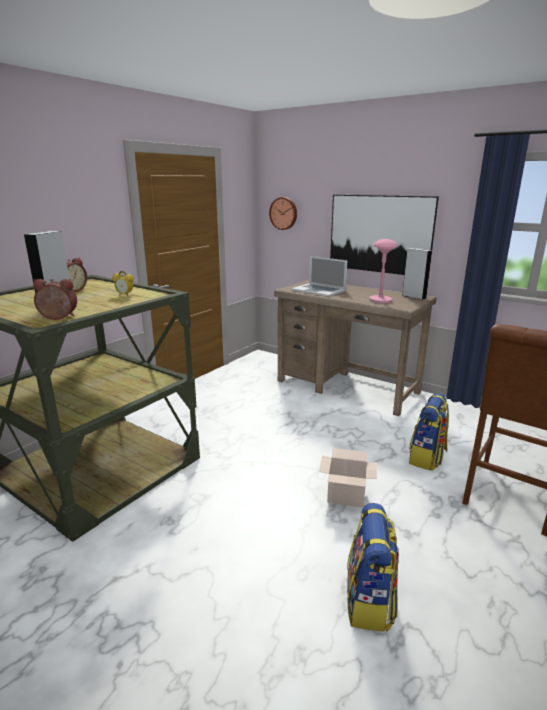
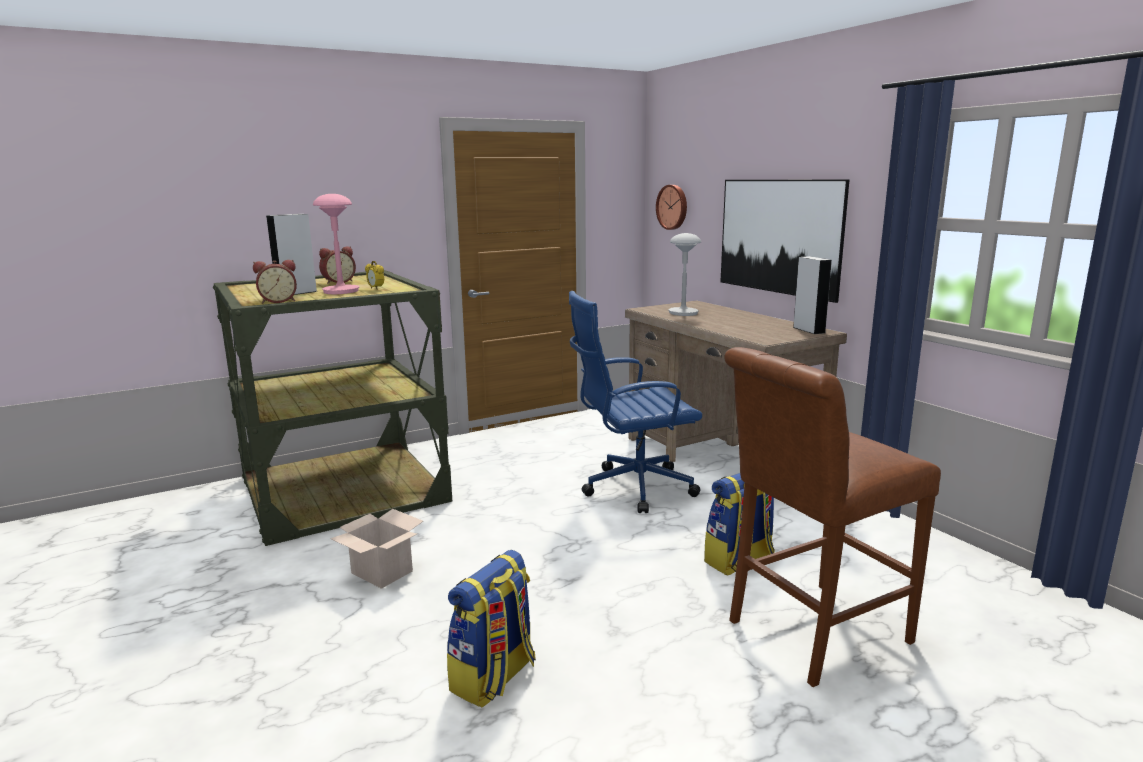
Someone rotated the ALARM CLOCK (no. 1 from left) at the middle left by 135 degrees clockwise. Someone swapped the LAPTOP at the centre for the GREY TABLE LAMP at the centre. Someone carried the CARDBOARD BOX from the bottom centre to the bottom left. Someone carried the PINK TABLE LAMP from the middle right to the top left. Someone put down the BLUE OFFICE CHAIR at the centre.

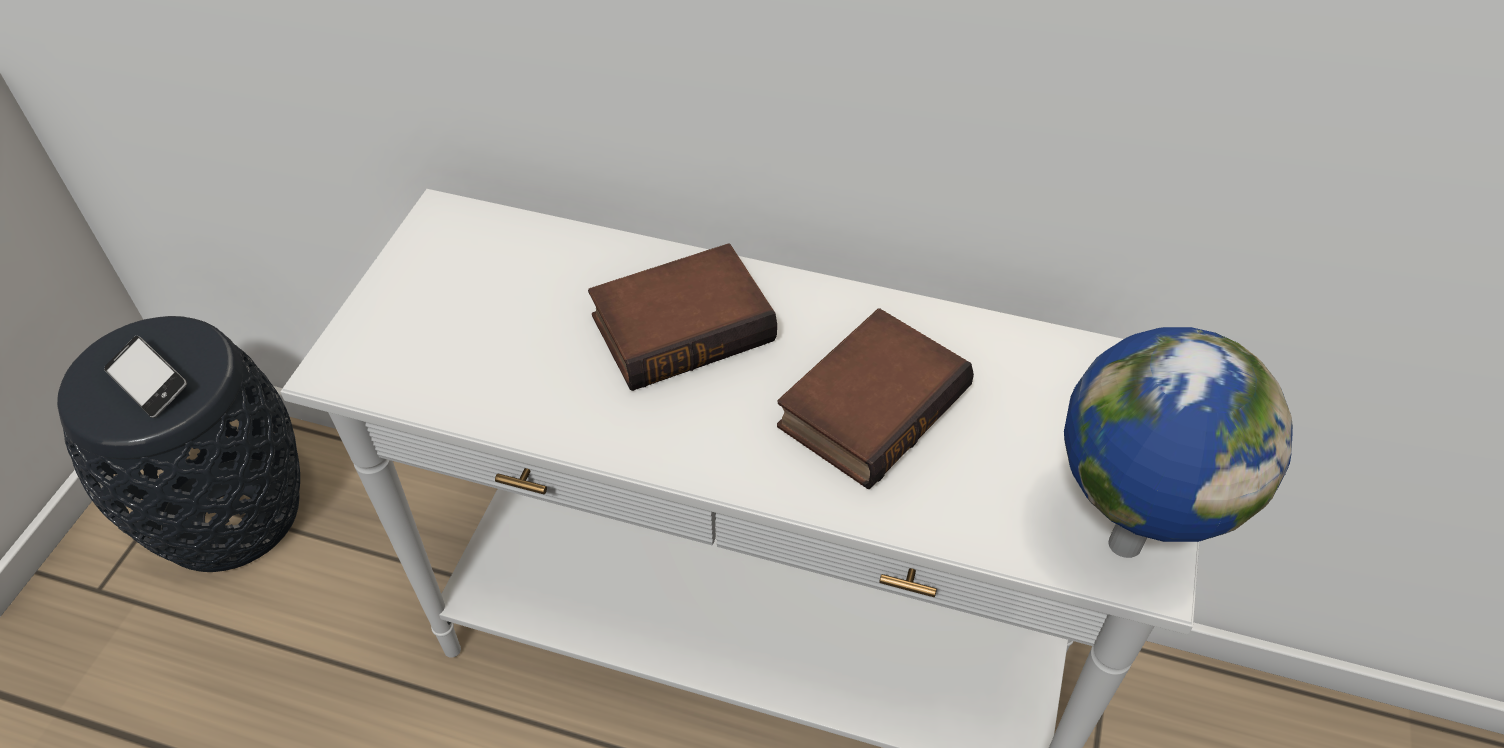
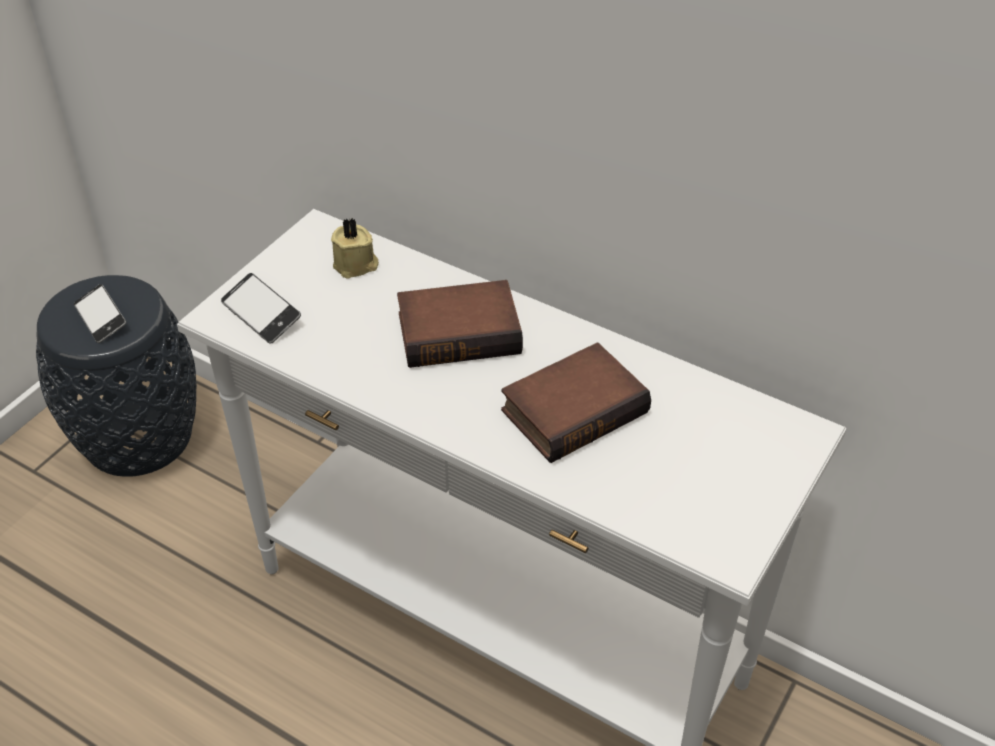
Someone took away the GLOBE at the middle right. Someone put down the PHONE (no. 2 from left) at the middle left. Someone put down the BEIGE CANDLE at the top centre.

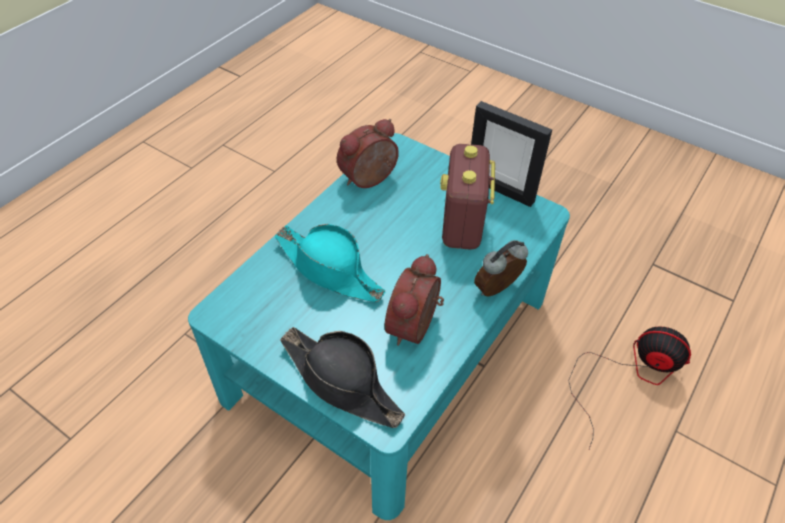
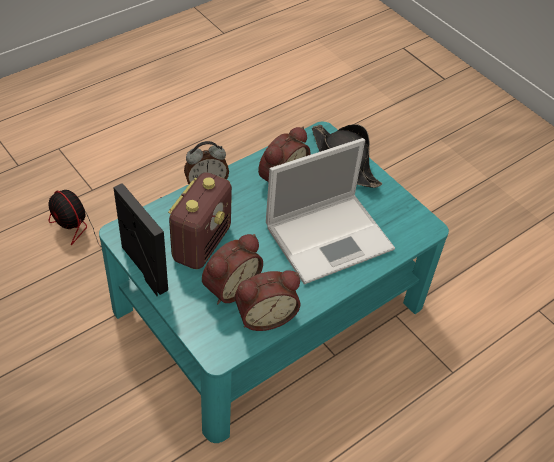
Someone swapped the TURQUOISE HAT at the centre for the LAPTOP at the centre. Someone put down the ALARM CLOCK (no. 2 from left) at the centre.

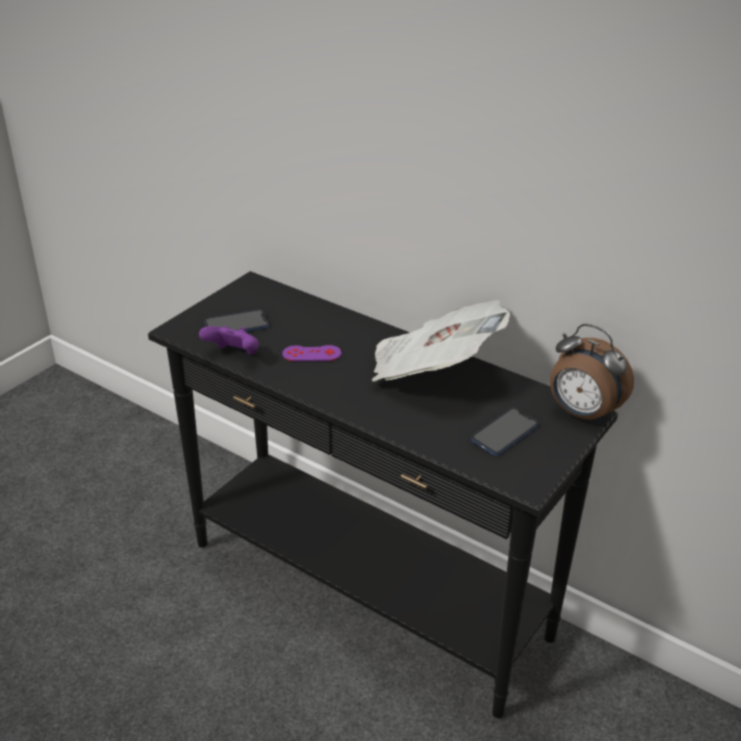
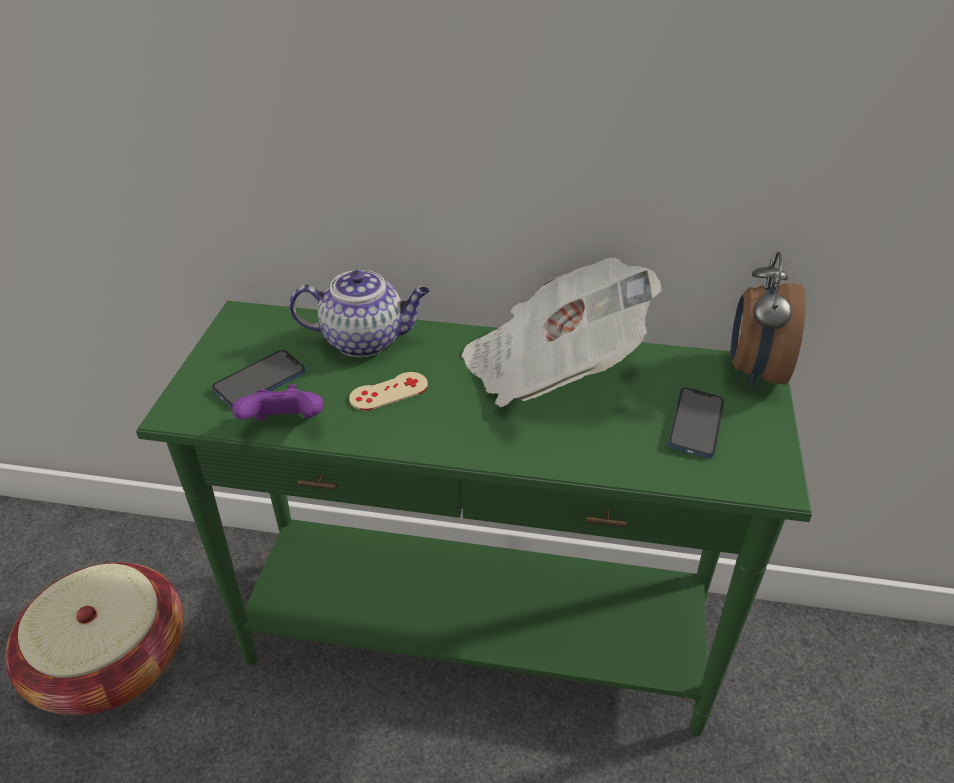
Someone repainted the BLACK CONSOLE TABLE at the bottom centre, which became the GREEN CONSOLE TABLE at the centre. Someone repainted the PURPLE GAME CONTROLLER (no. 2 from left) at the centre, which became the BEIGE GAME CONTROLLER at the centre. Someone rotated the ALARM CLOCK at the middle right by 90 degrees clockwise. Someone put down the BASKET at the bottom left. Someone put down the TEAPOT at the centre.

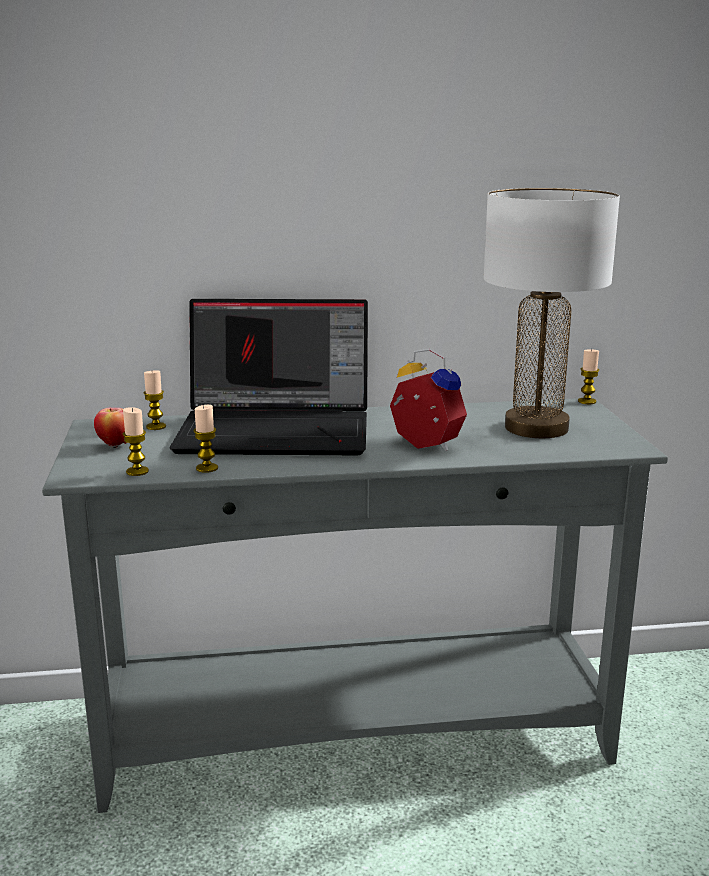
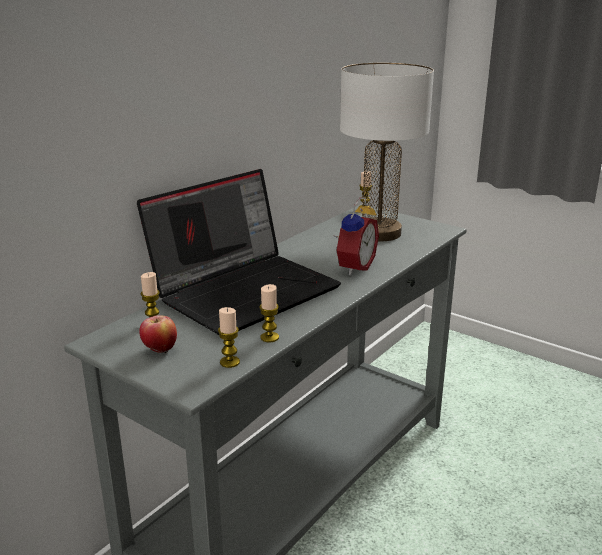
Someone rotated the ALARM CLOCK at the centre by 120 degrees clockwise.

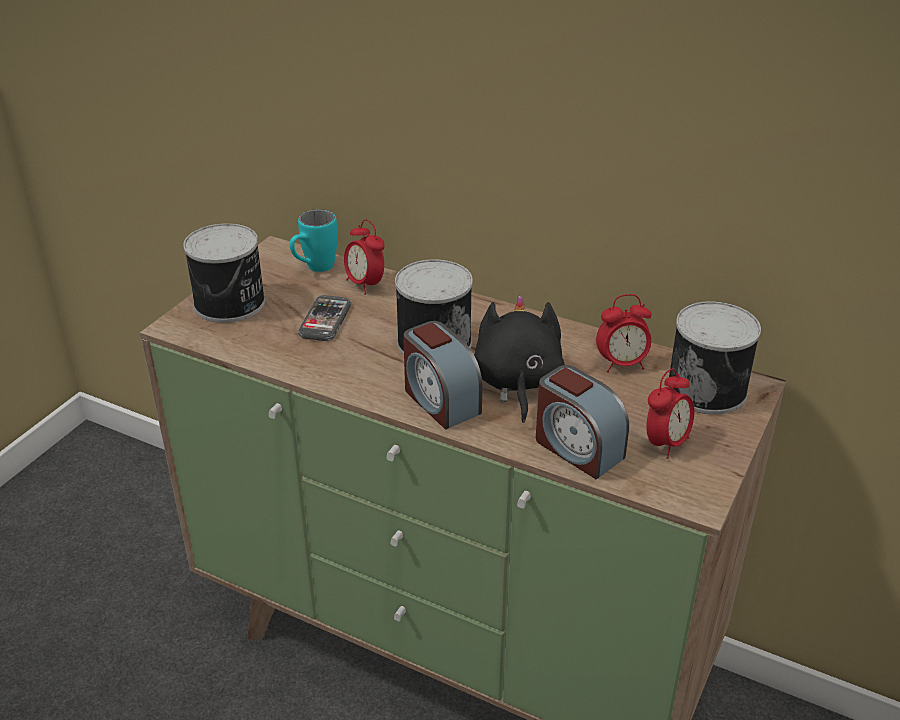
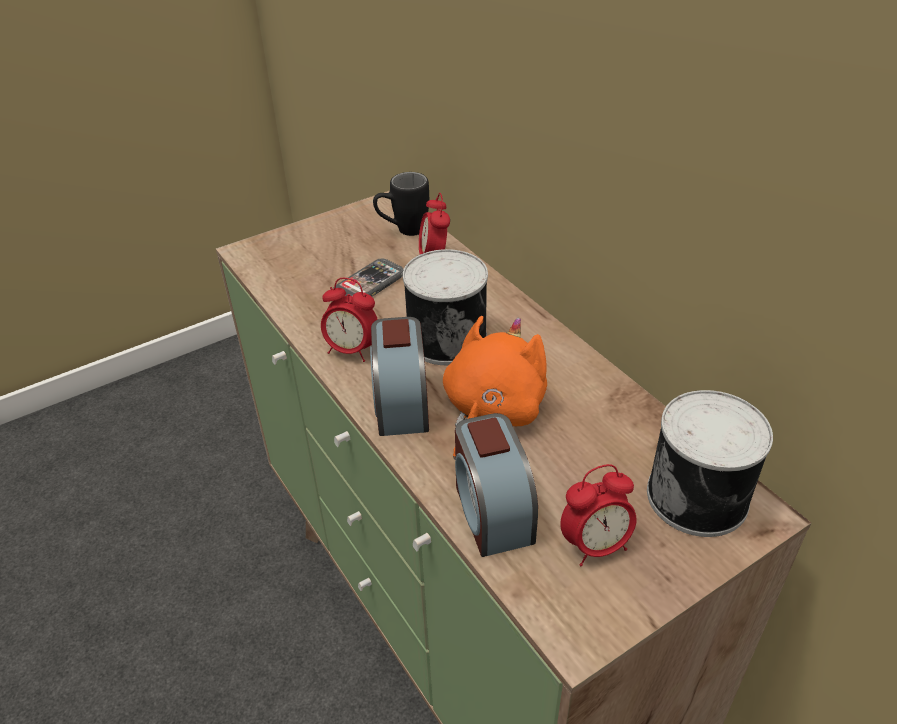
Someone took away the CAN (no. 1 from left) at the middle left. Someone repainted the TURQUOISE MUG at the centre, which became the BLACK MUG at the top centre. Someone repainted the BLACK PLUSH TOY at the centre, which became the ORANGE PLUSH TOY at the centre. Someone carried the ALARM CLOCK (no. 4 from left in the first image) from the middle right to the centre.

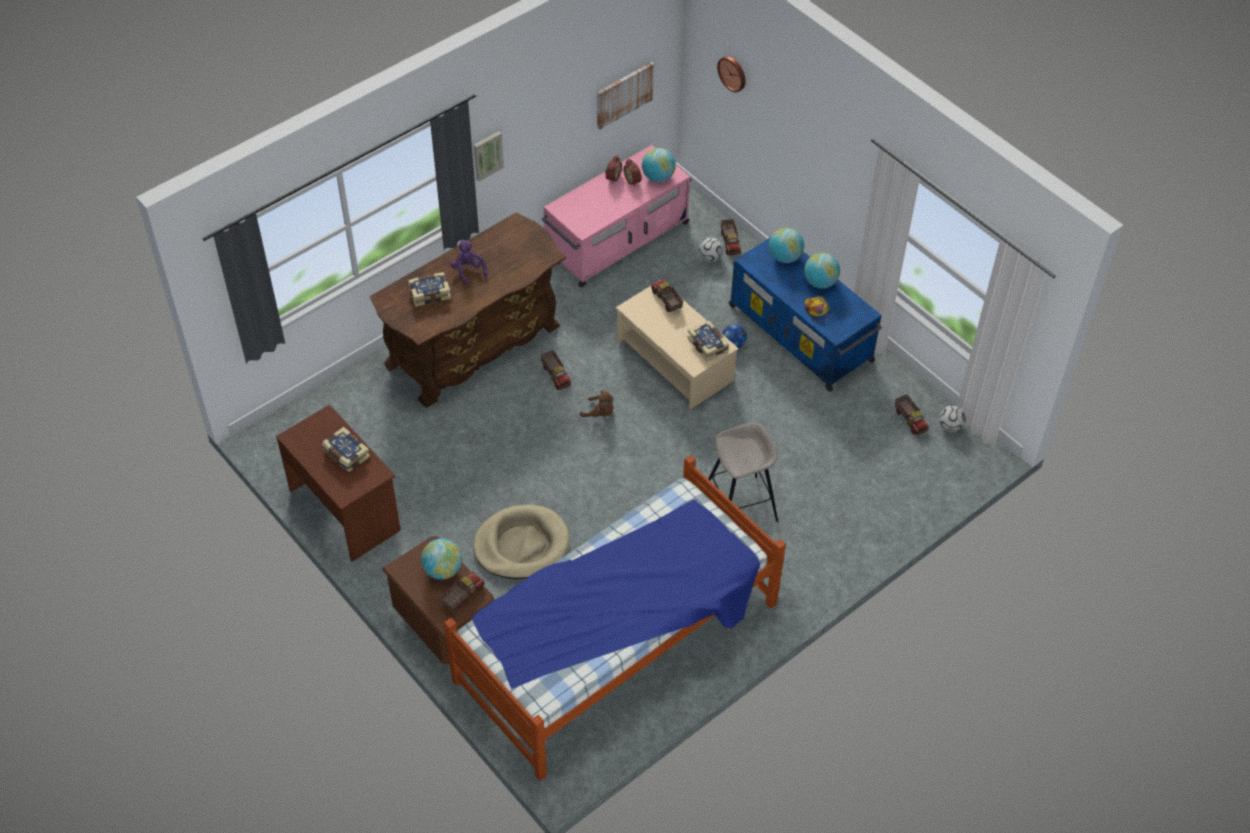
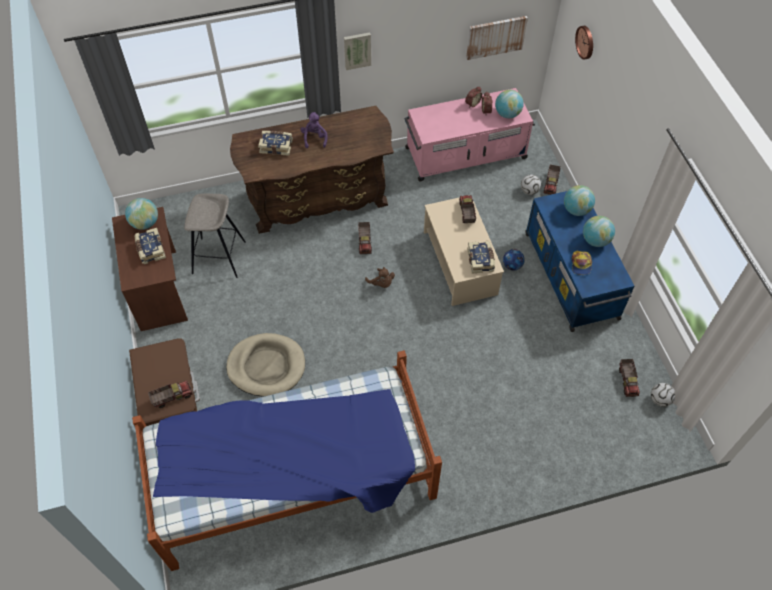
Someone carried the GLOBE (no. 1 from left) from the bottom centre to the middle left. Someone carried the GREY STOOL from the centre to the middle left.

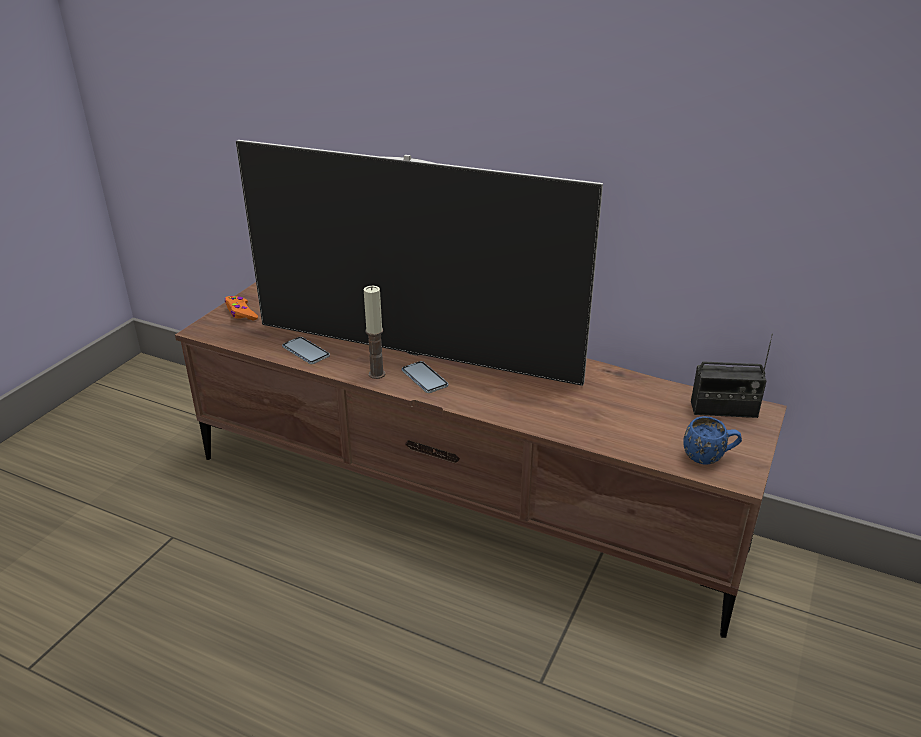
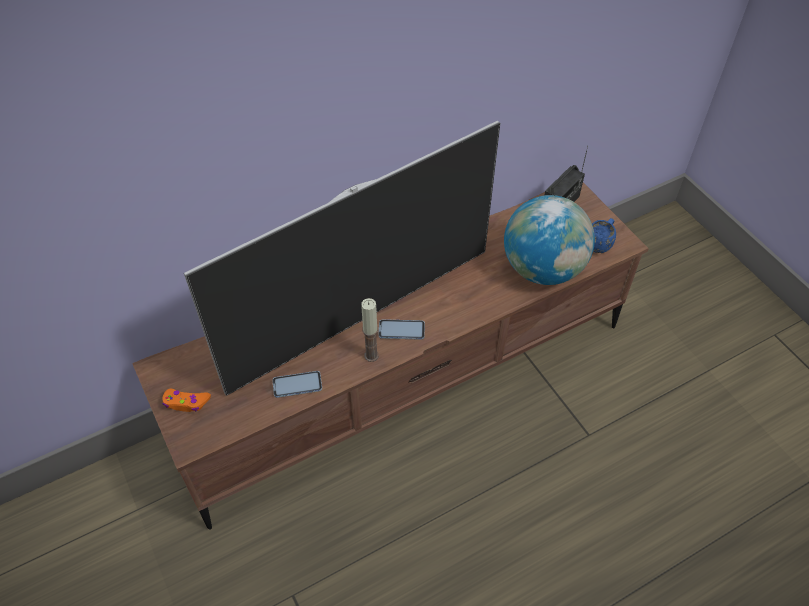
Someone put down the GLOBE at the middle right.

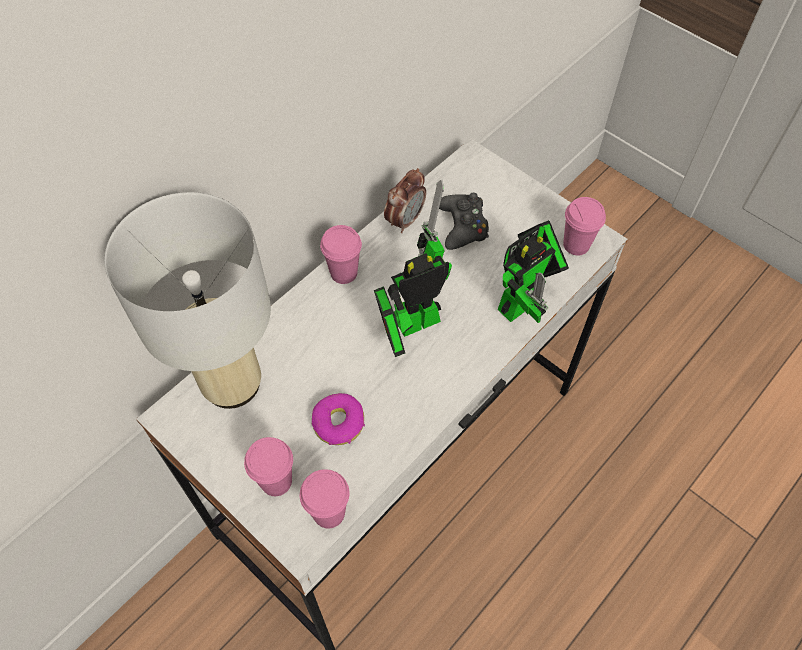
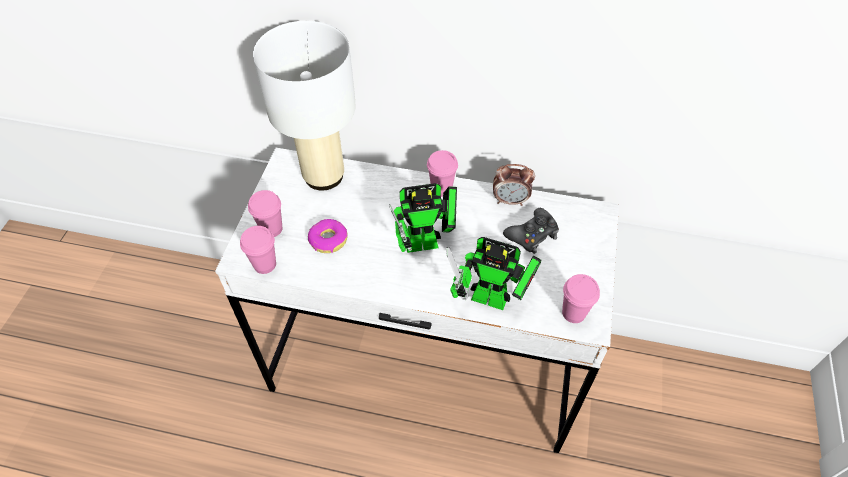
Someone rotated the TOY ROBOT (no. 1 from left) at the centre by 135 degrees clockwise.

